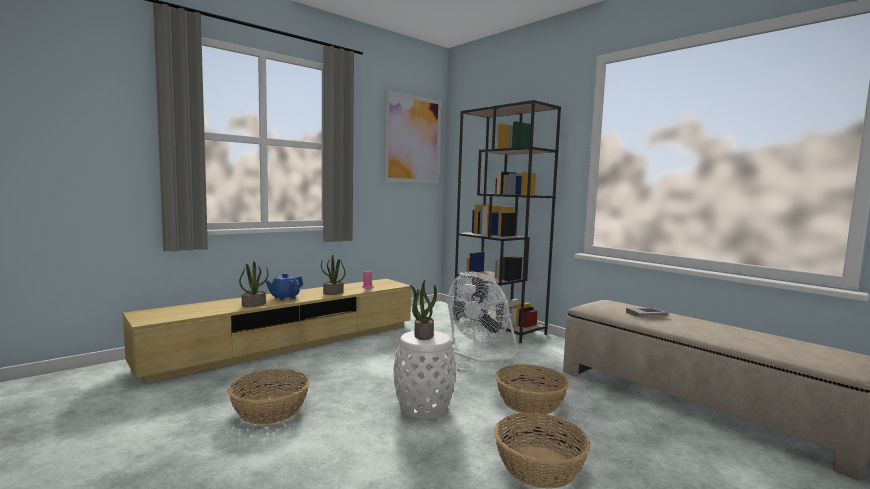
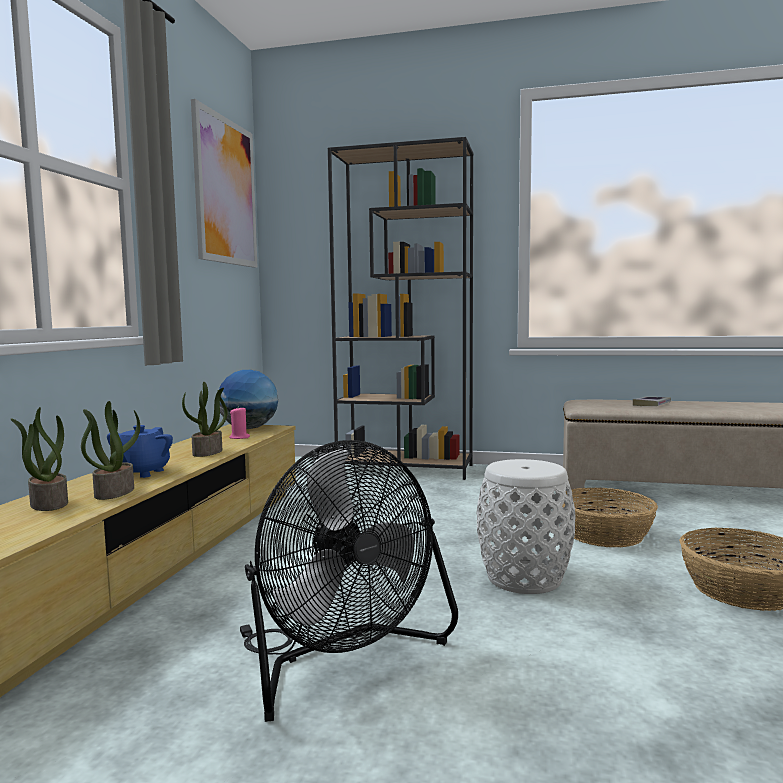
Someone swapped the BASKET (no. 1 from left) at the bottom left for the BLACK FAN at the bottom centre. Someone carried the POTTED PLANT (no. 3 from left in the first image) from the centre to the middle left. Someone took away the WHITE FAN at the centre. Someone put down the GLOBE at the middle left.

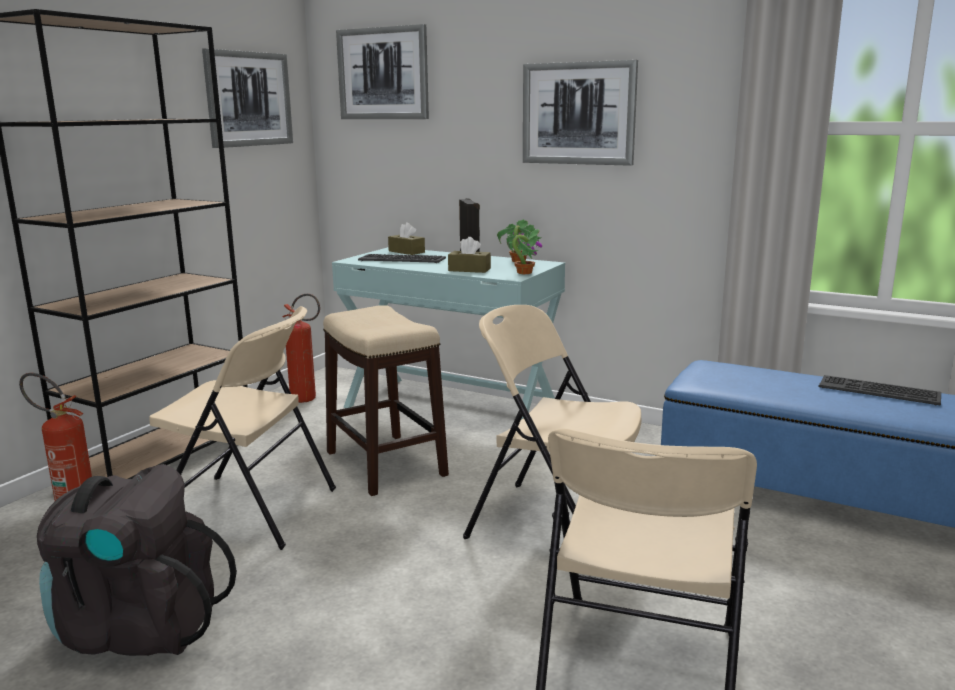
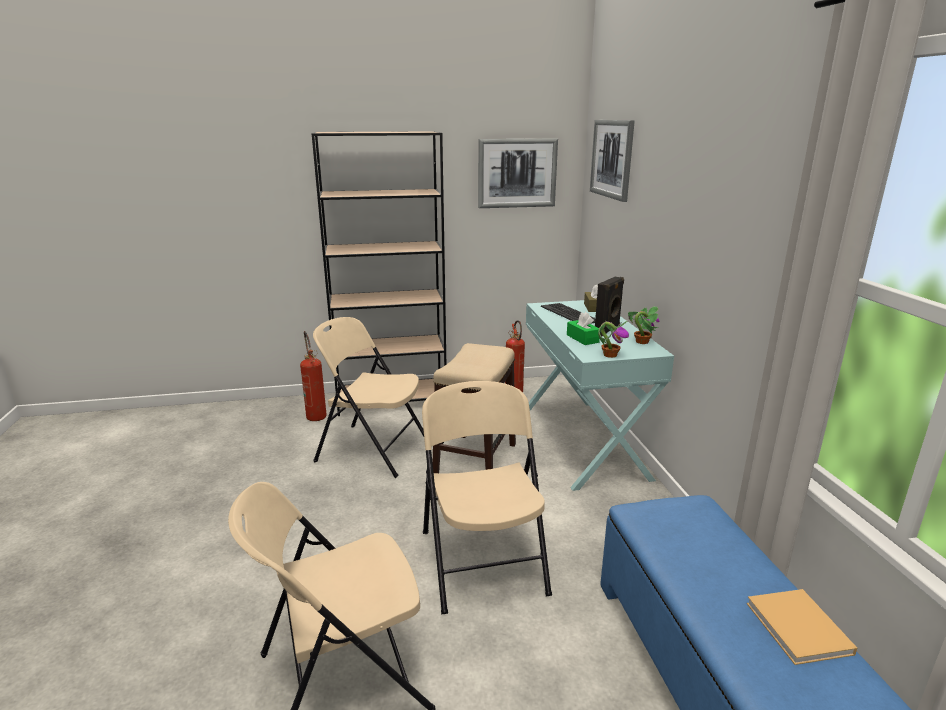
Someone took away the BLACK BACKPACK at the bottom left. Someone rotated the BEIGE CHAIR (no. 1 from left in the first image) at the middle left by 135 degrees clockwise. Someone repainted the BROWN TISSUE BOX (no. 2 from left) at the centre, which became the GREEN TISSUE BOX at the centre. Someone took away the PICTURE (no. 3 from left) at the top centre. Someone swapped the KEYBOARD (no. 2 from left) at the middle right for the BEIGE BOOK at the bottom right.

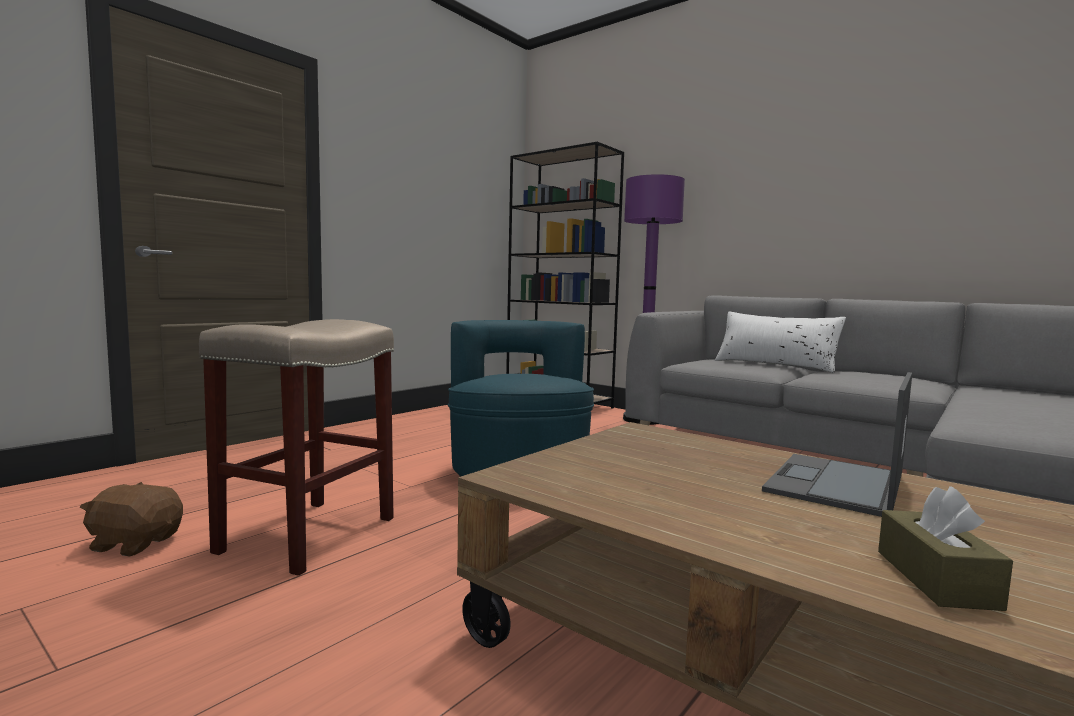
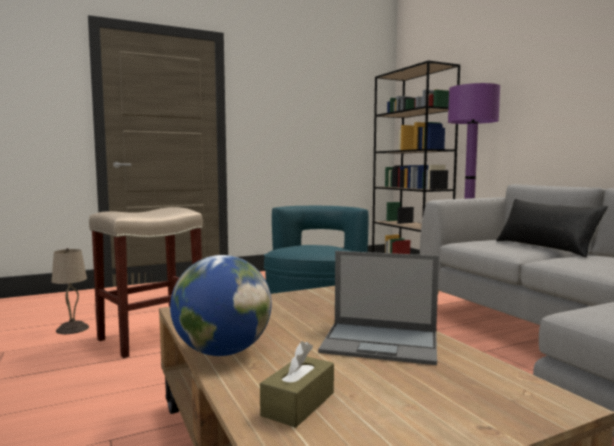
Someone swapped the BROWN PLUSH TOY at the bottom left for the BEIGE TABLE LAMP at the middle left. Someone repainted the WHITE PILLOW at the middle right, which became the BLACK PILLOW at the middle right. Someone rotated the LAPTOP at the middle right by 135 degrees counterclockwise. Someone put down the GLOBE at the bottom centre.

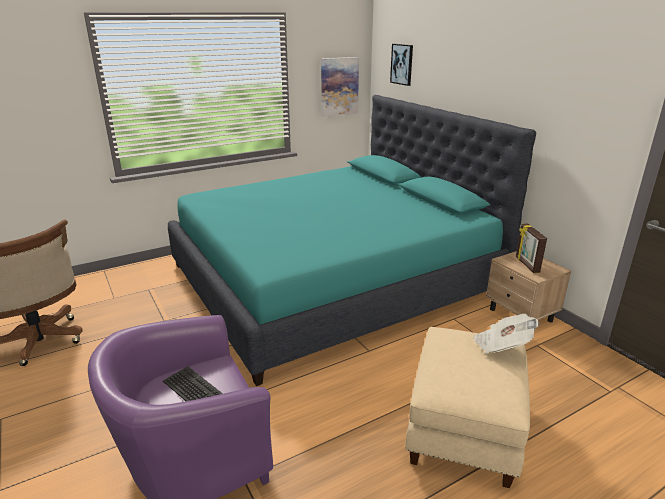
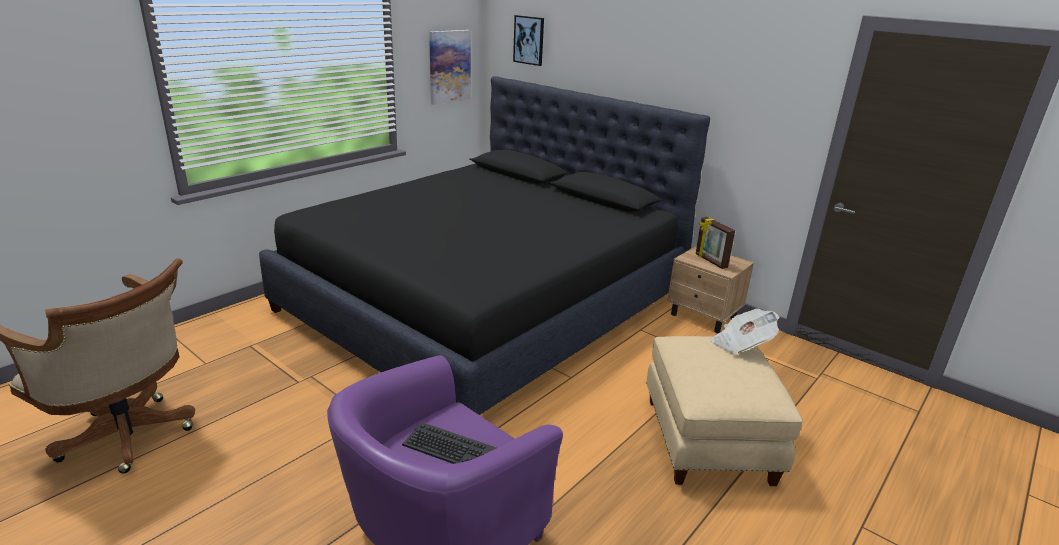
Someone repainted the TURQUOISE BED at the centre, which became the BLACK BED at the centre.

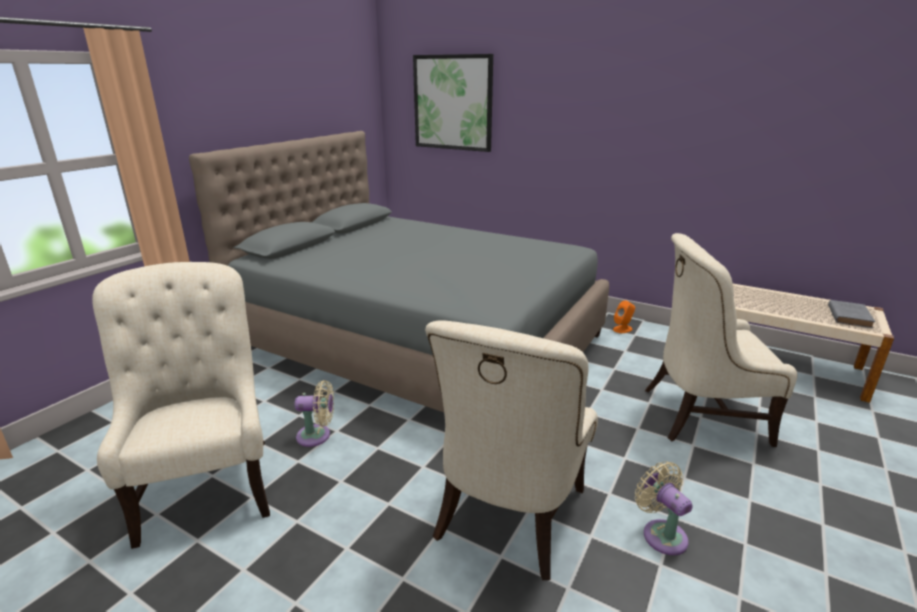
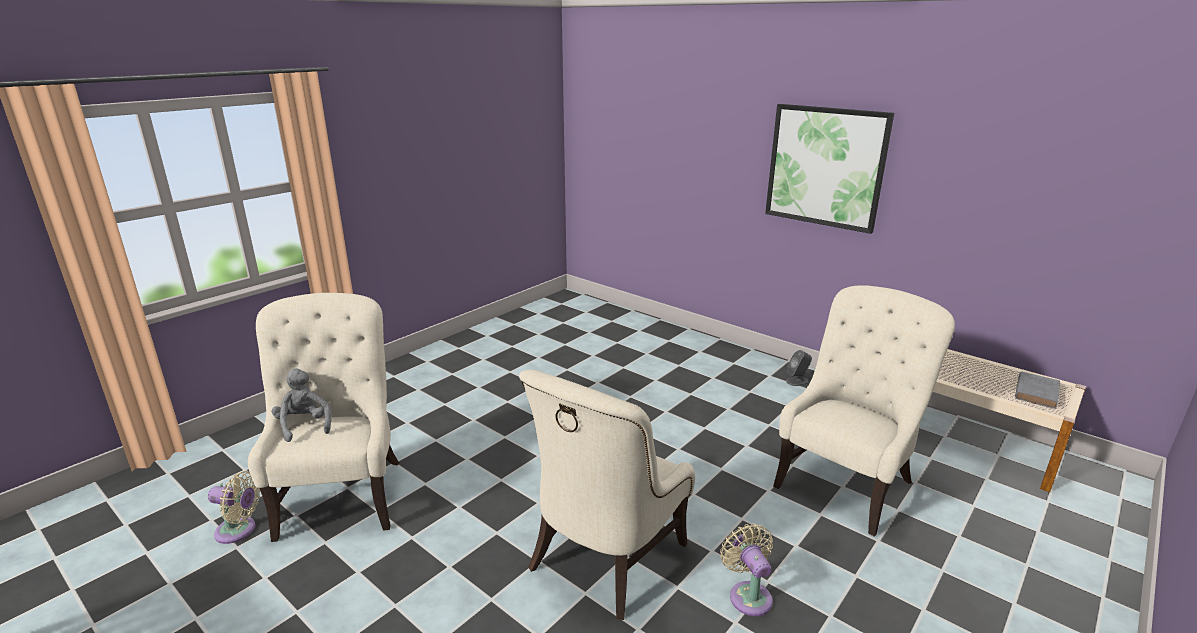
Someone took away the GREY BED at the centre. Someone carried the BEIGE FAN (no. 1 from left) from the bottom centre to the bottom left. Someone carried the PICTURE from the top centre to the top right. Someone repainted the ORANGE SPEAKER at the middle right, which became the GREY SPEAKER at the middle right. Someone rotated the BEIGE ARMCHAIR (no. 3 from left) at the middle right by 120 degrees clockwise. Someone put down the GREY PLUSH TOY at the middle left.

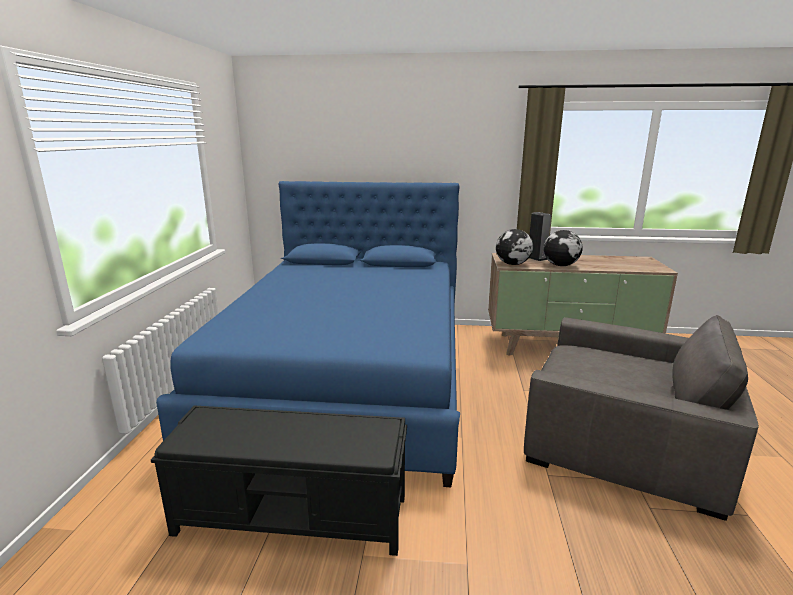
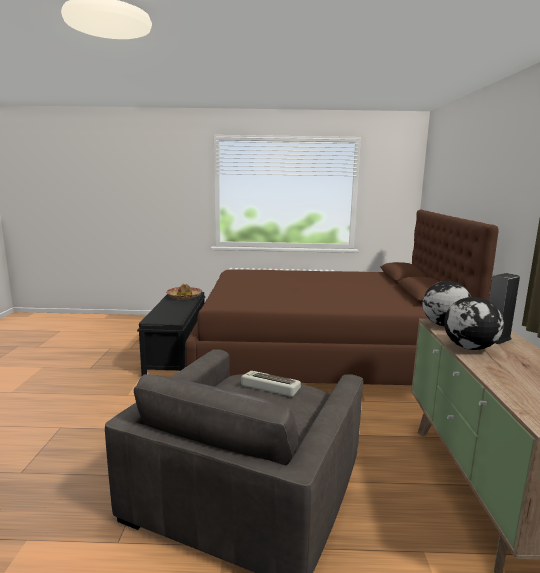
Someone repainted the BLUE BED at the centre, which became the BROWN BED at the centre. Someone put down the HAT at the centre. Someone put down the KEYBOARD at the bottom centre.

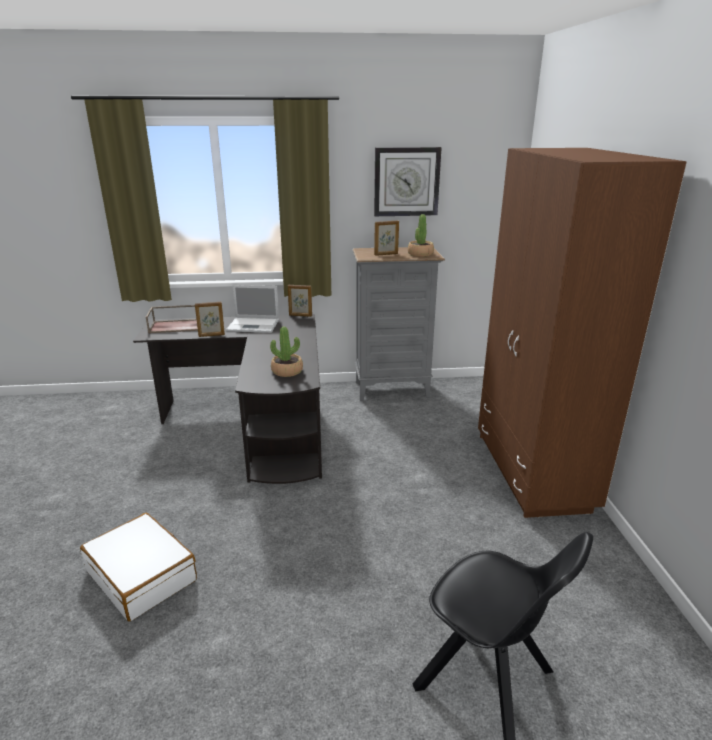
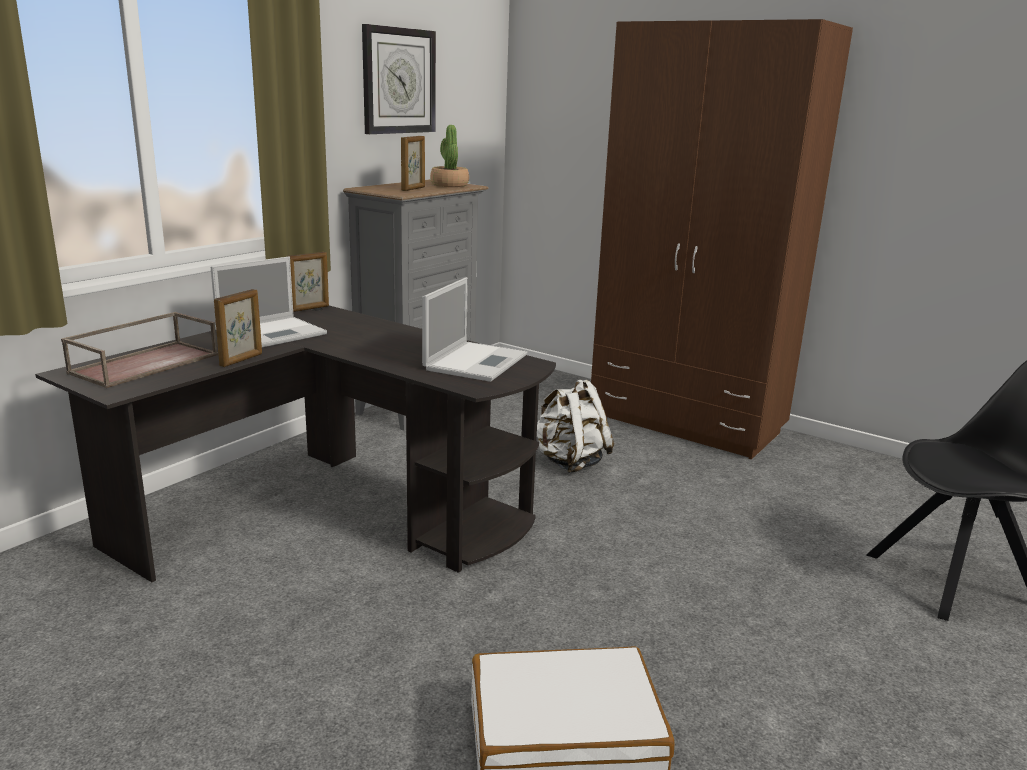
Someone swapped the POTTED PLANT (no. 1 from left) at the centre for the LAPTOP (no. 2 from left) at the centre. Someone put down the WHITE BACKPACK at the centre.

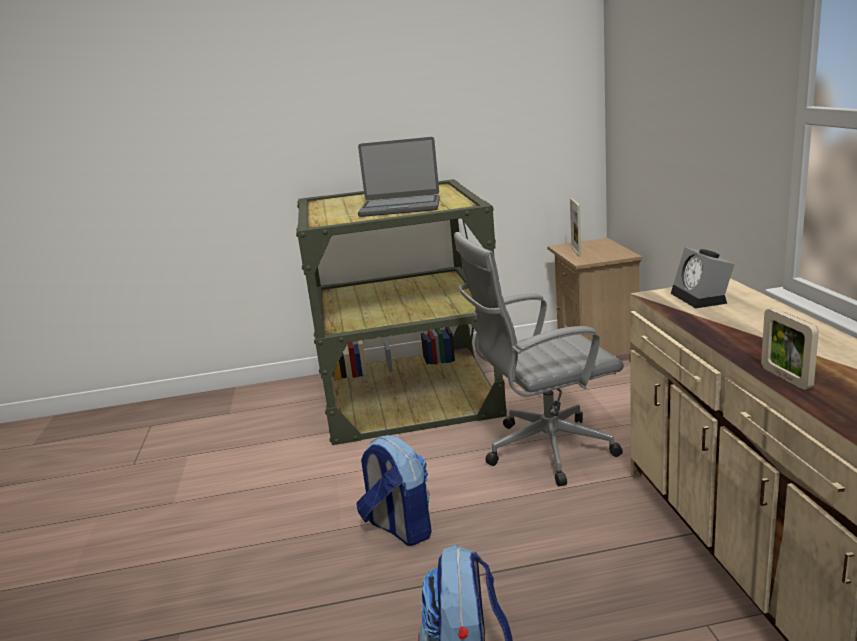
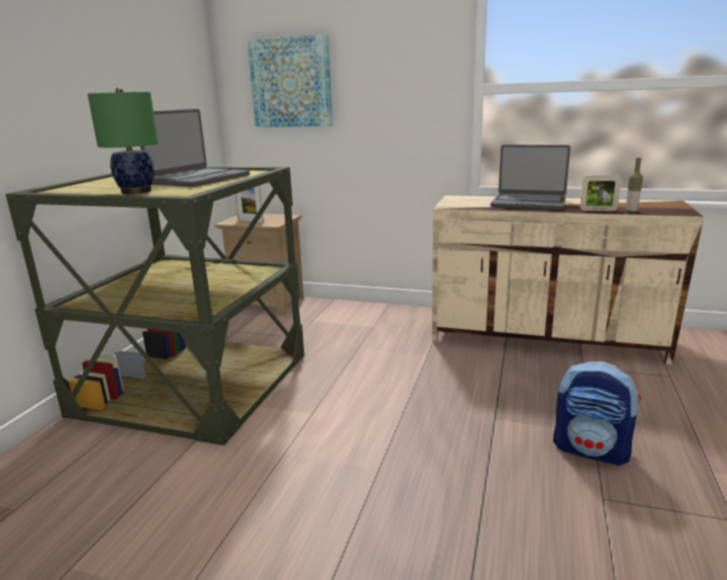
Someone took away the BACKPACK (no. 1 from left) at the bottom centre. Someone took away the GREY OFFICE CHAIR at the centre. Someone took away the ALARM CLOCK at the middle right. Someone put down the GREEN TABLE LAMP at the top left. Someone put up the PICTURE at the top centre. Someone put down the LAPTOP (no. 2 from left) at the top right. Someone put down the BOTTLE at the top right.

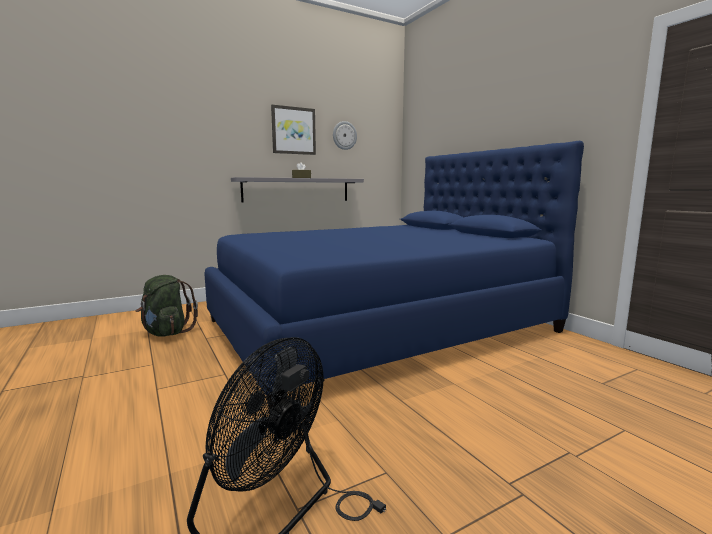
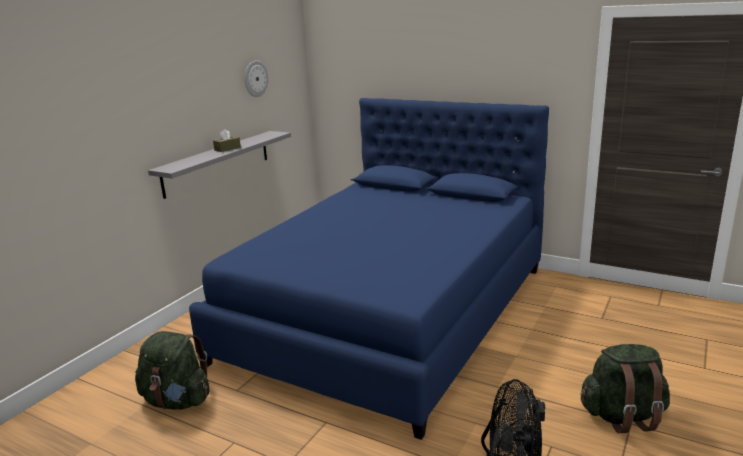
Someone took away the PICTURE at the top centre. Someone put down the GREEN BACKPACK (no. 2 from left) at the bottom right.

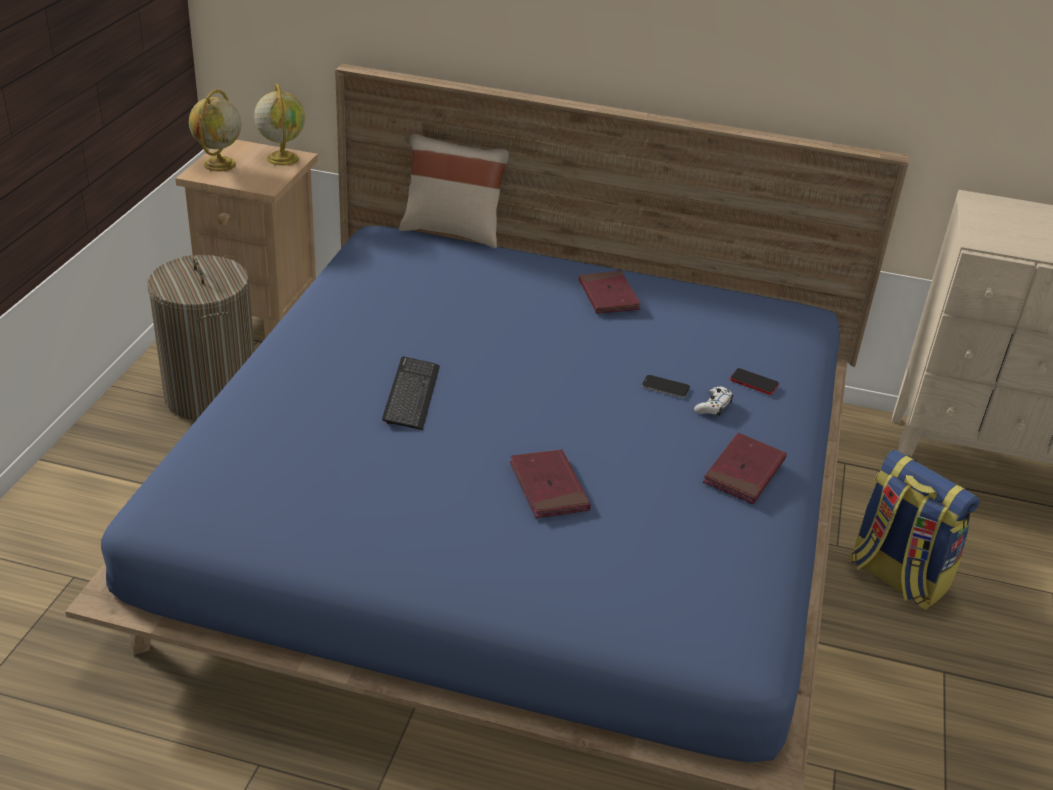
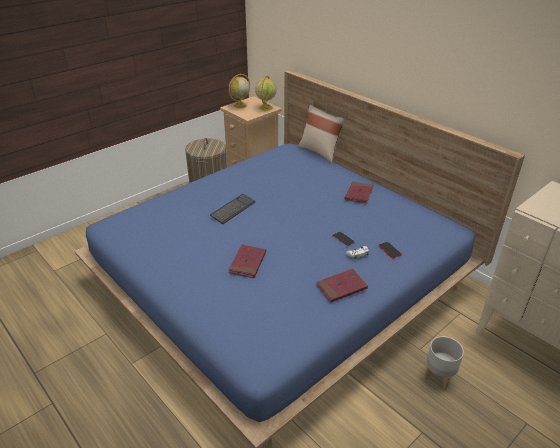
Someone swapped the BACKPACK at the bottom right for the GREY PLANTER at the bottom right.

